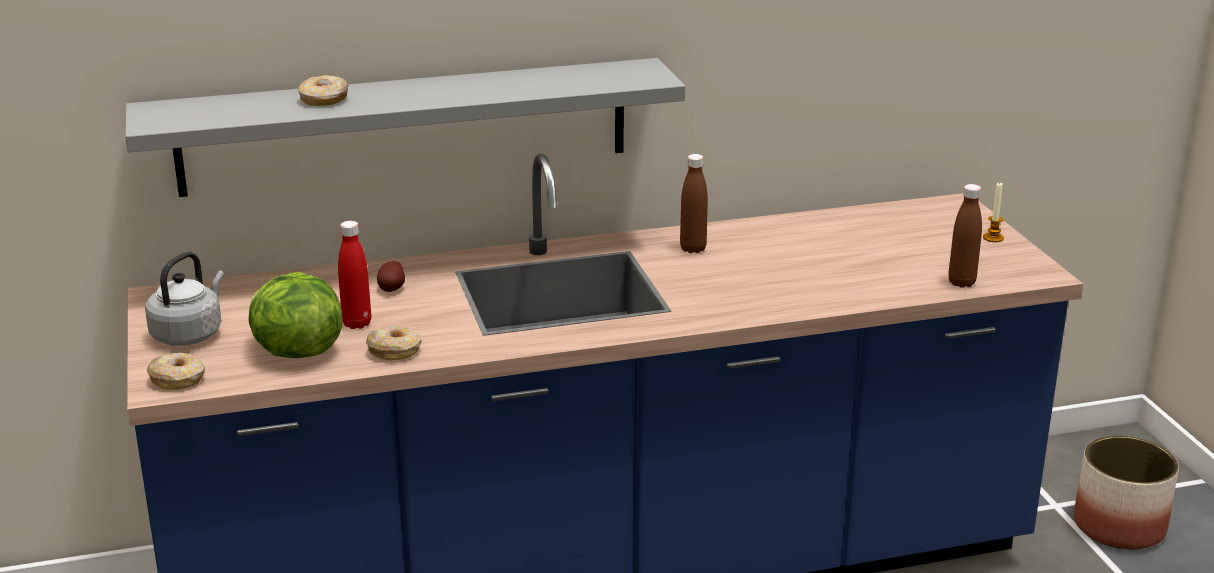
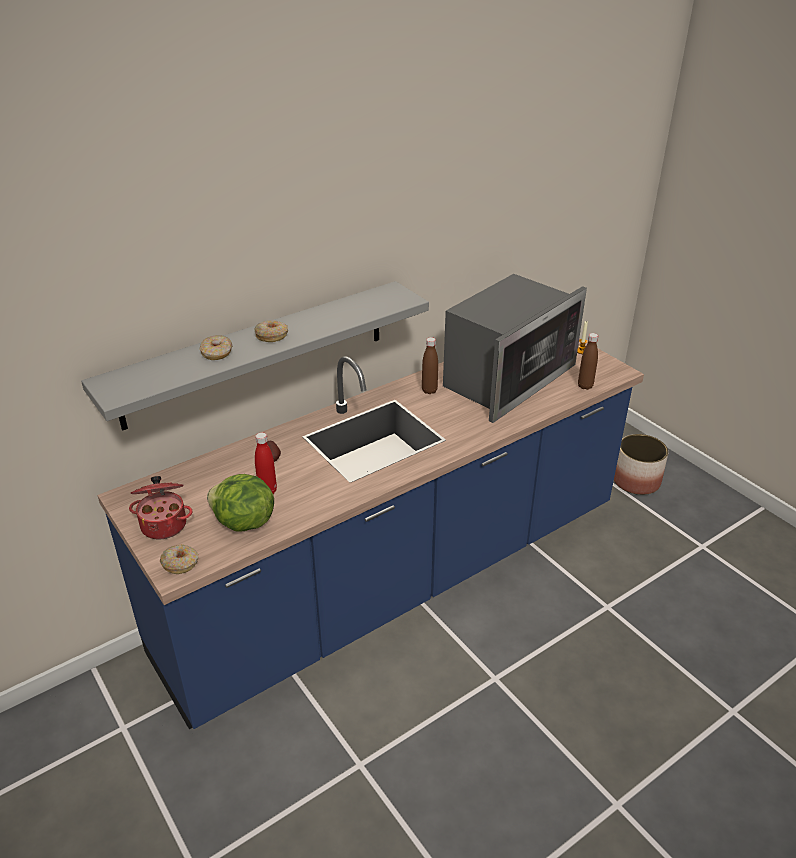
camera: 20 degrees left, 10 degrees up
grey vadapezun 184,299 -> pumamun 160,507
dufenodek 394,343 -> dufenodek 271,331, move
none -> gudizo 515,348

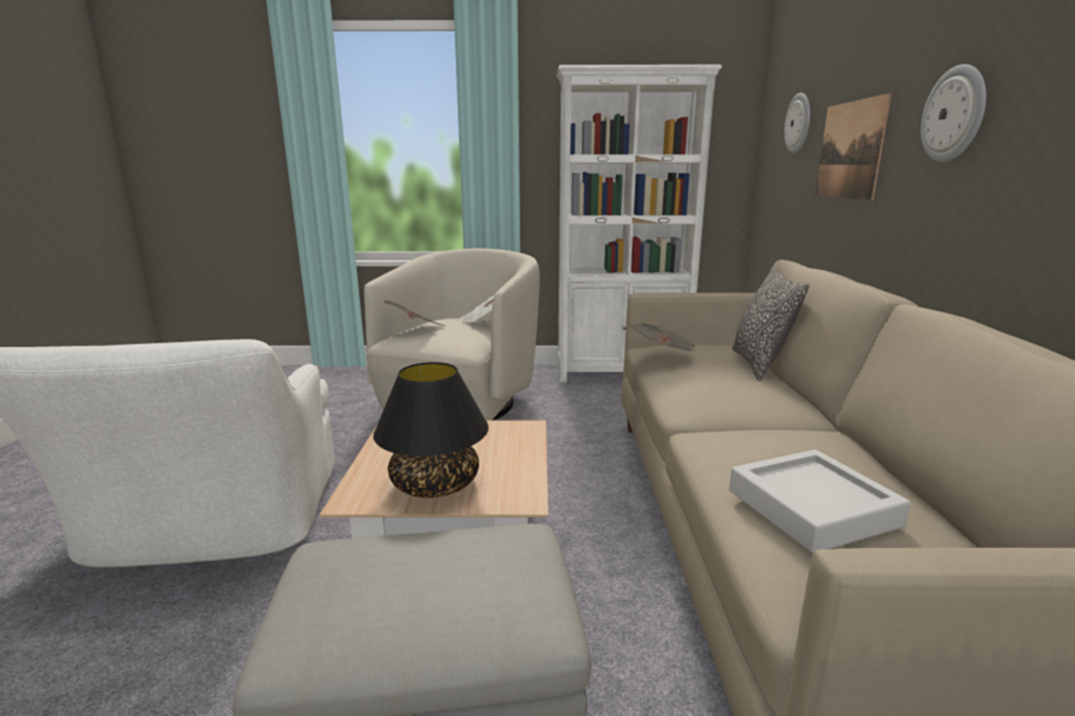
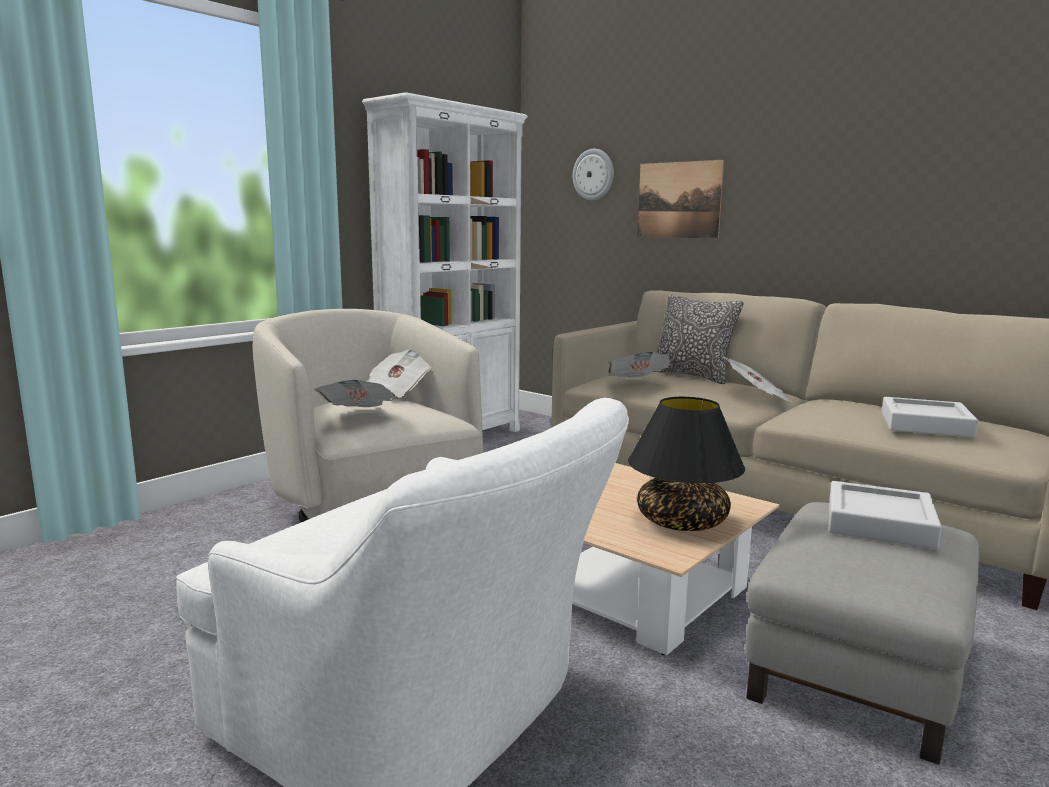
camera: 50 degrees left, 5 degrees down
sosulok 953,113 -> none
none -> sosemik 758,380
none -> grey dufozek 885,515

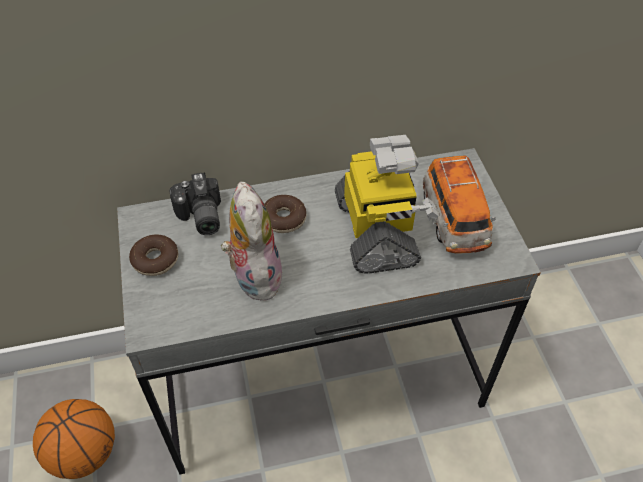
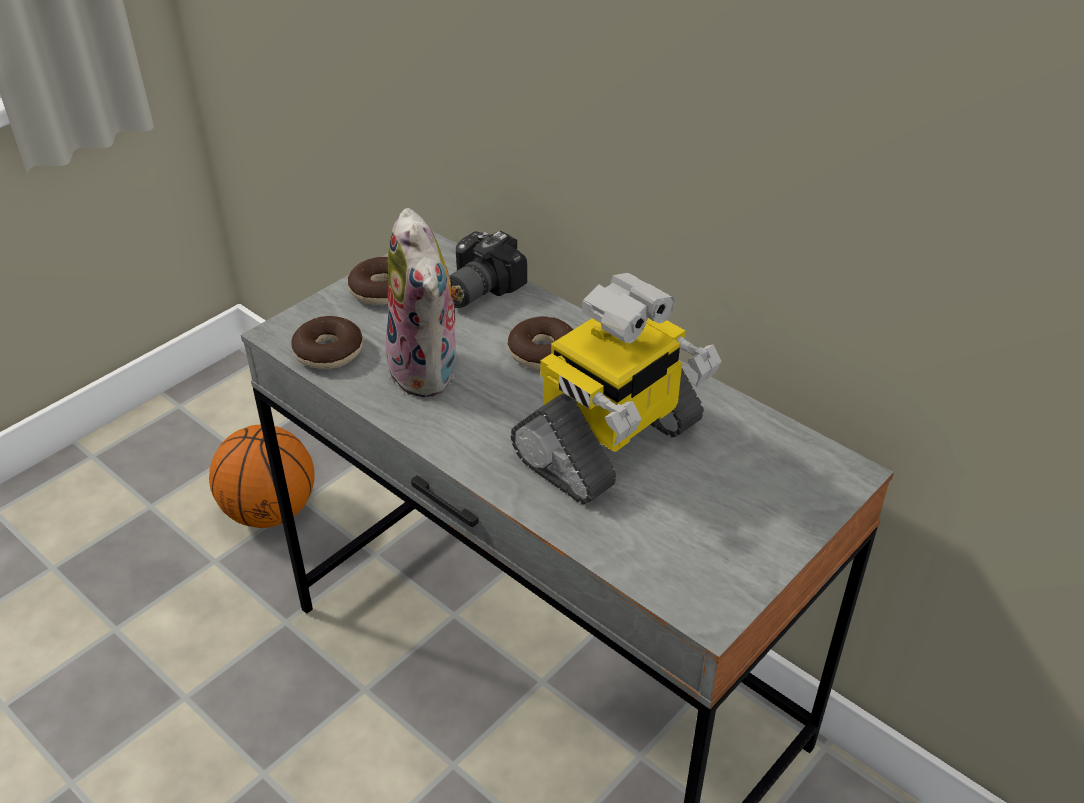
camera: 55 degrees right, 10 degrees down
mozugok 458,204 -> none
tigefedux 251,241 -> tigefedux 425,302, 120 degrees clockwise
none -> dufenodek 327,342

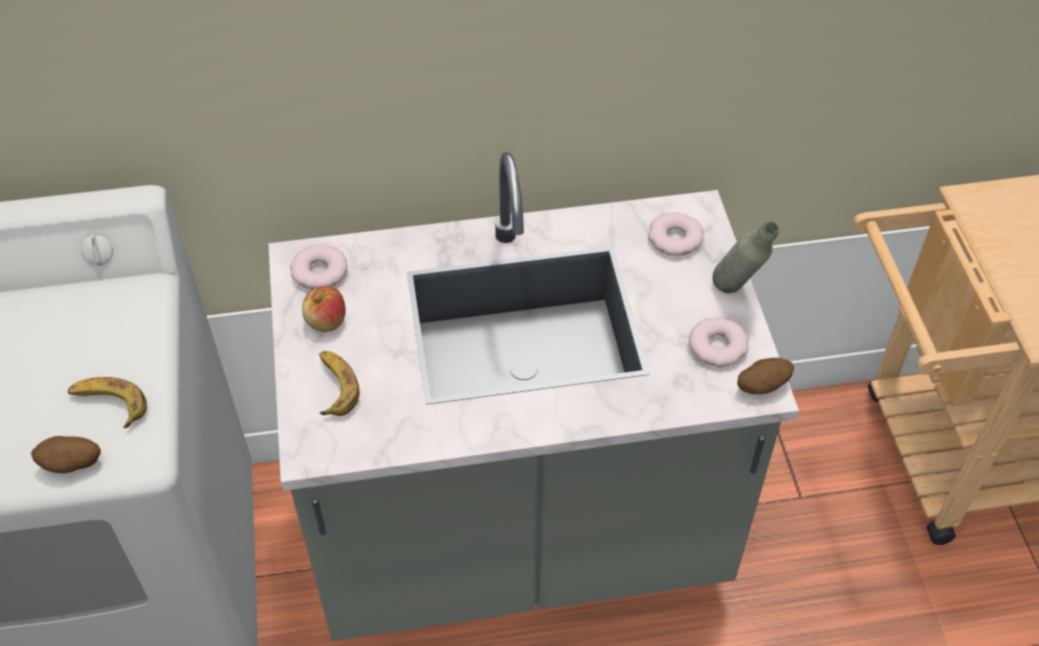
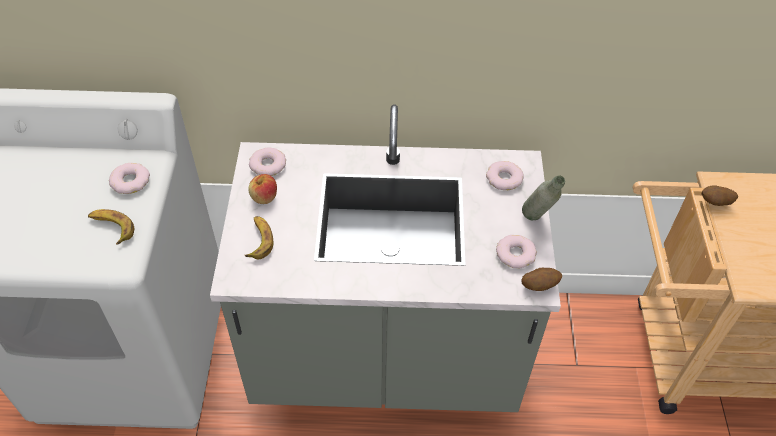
camera: 10 degrees right, 0 degrees up
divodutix 66,454 -> divodutix 720,195, move
none -> dufenodek 129,178

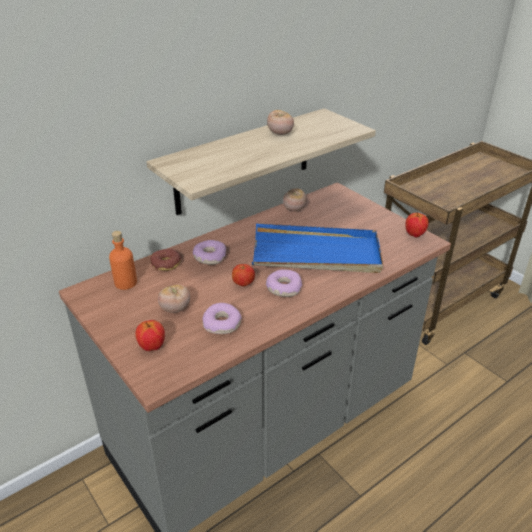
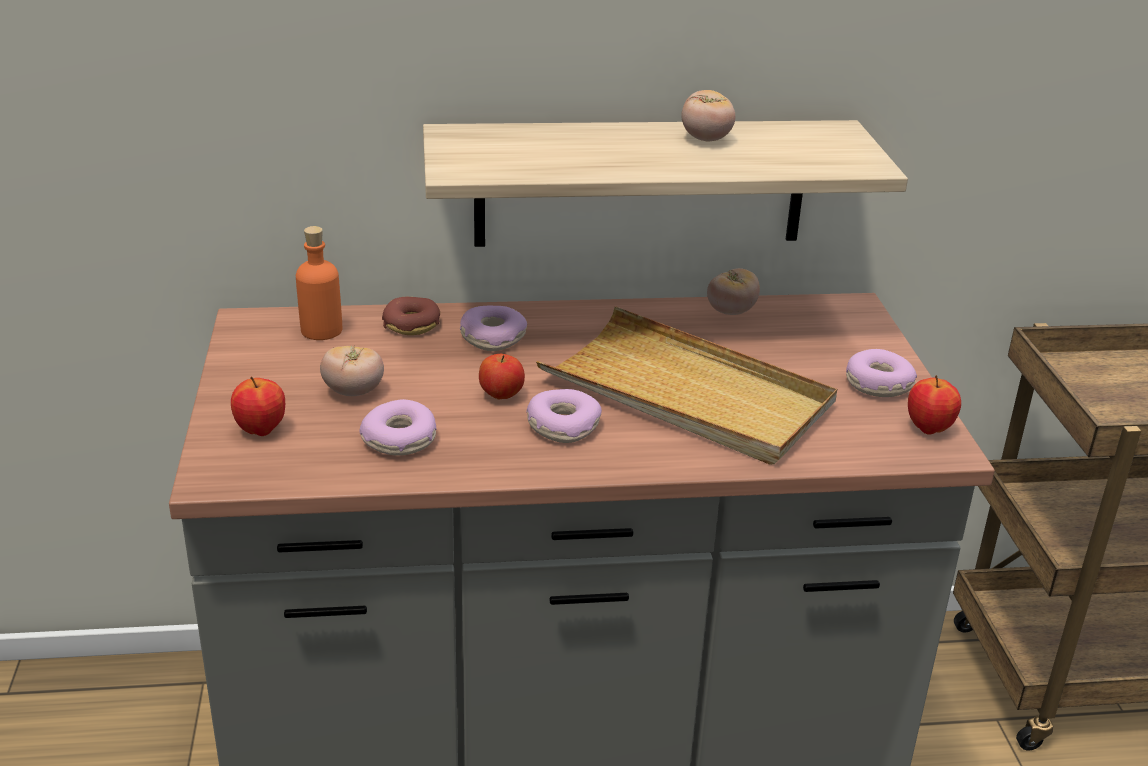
camera: 30 degrees right, 5 degrees down
blue dufozek 317,248 -> beige dufozek 686,385
none -> dufenodek 881,373

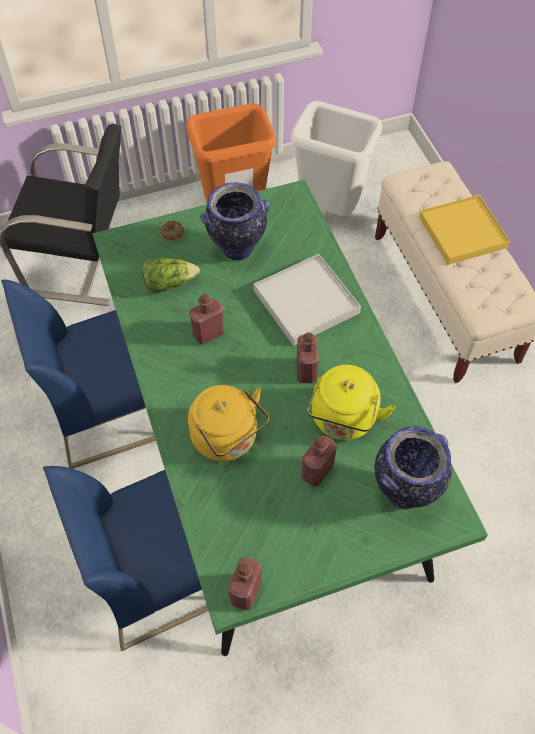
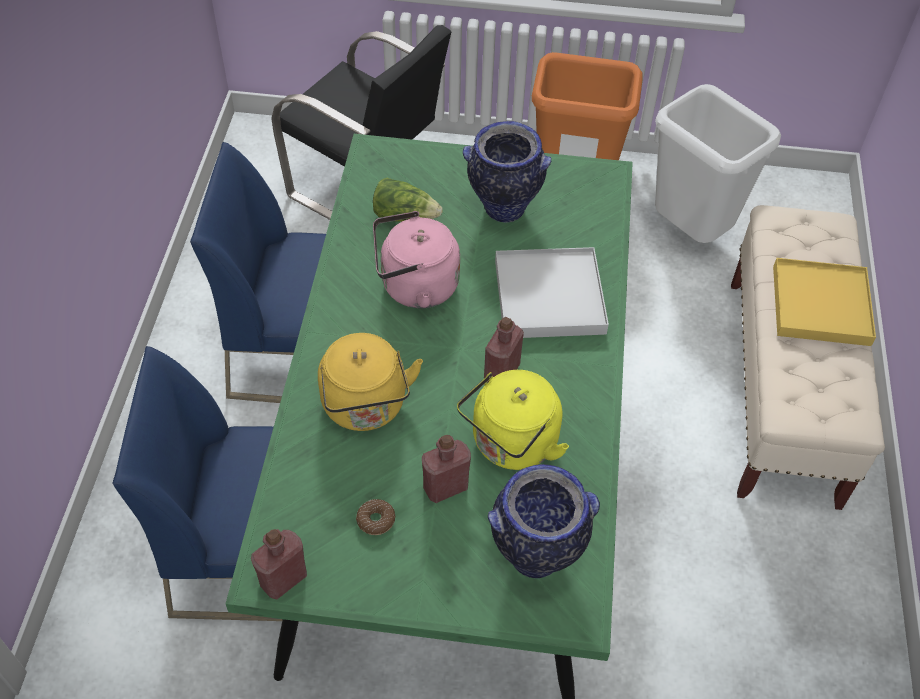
camera: 25 degrees right, 5 degrees down
dufenodek 172,231 -> dufenodek 375,517, move
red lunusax 206,319 -> pink vadapezun 416,260

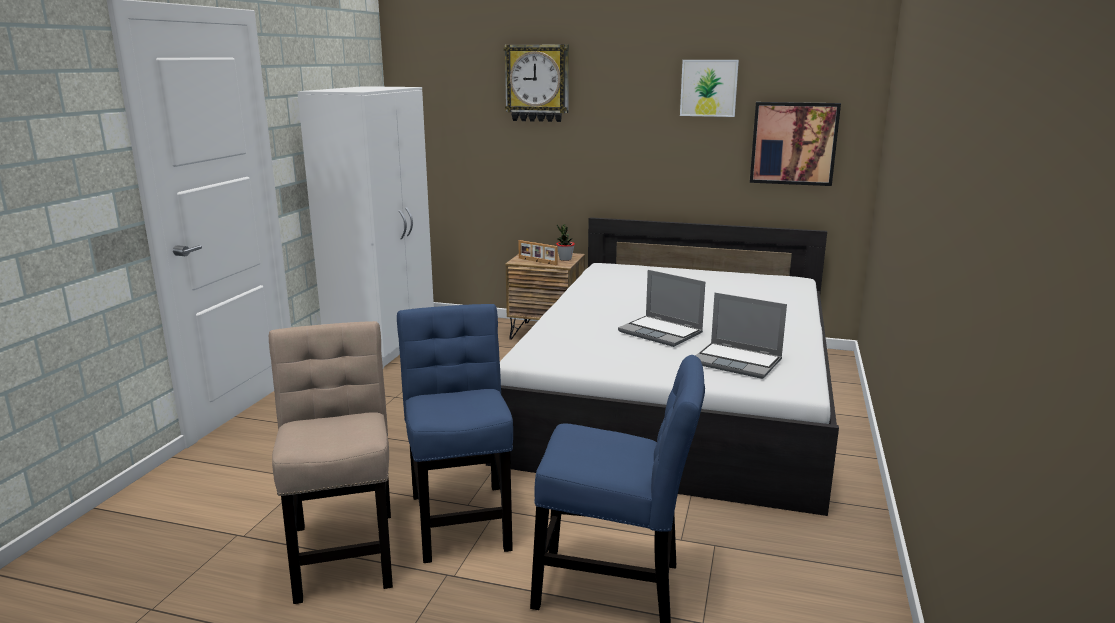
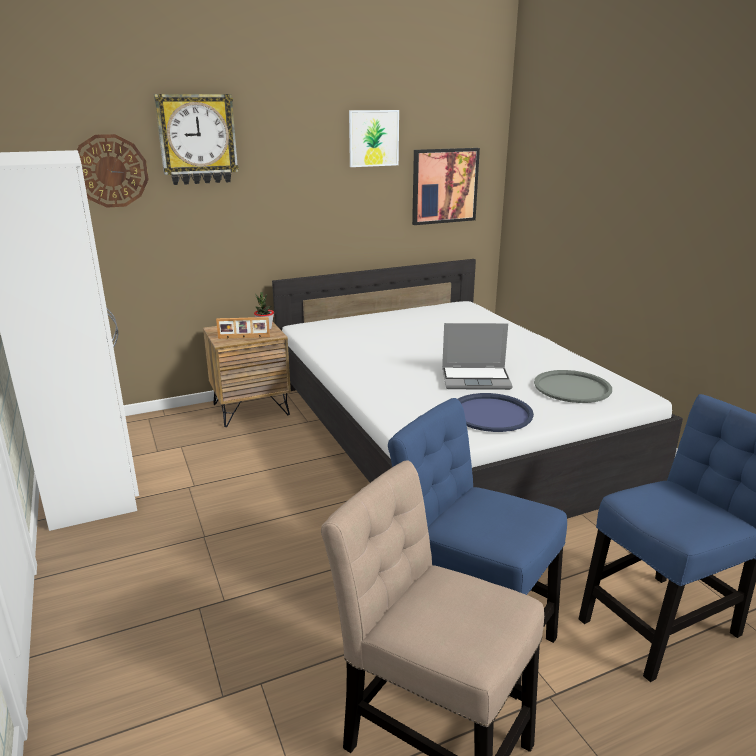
camera: 40 degrees left, 5 degrees up
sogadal 741,336 -> grey dufozek 573,386
none -> sosulok 113,171
none -> blue dufozek 496,412

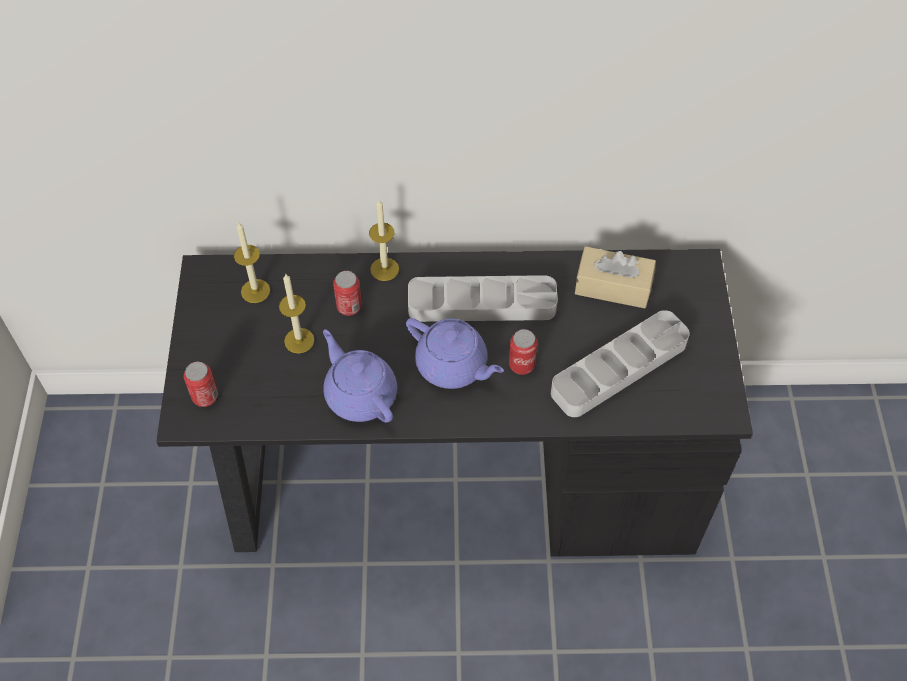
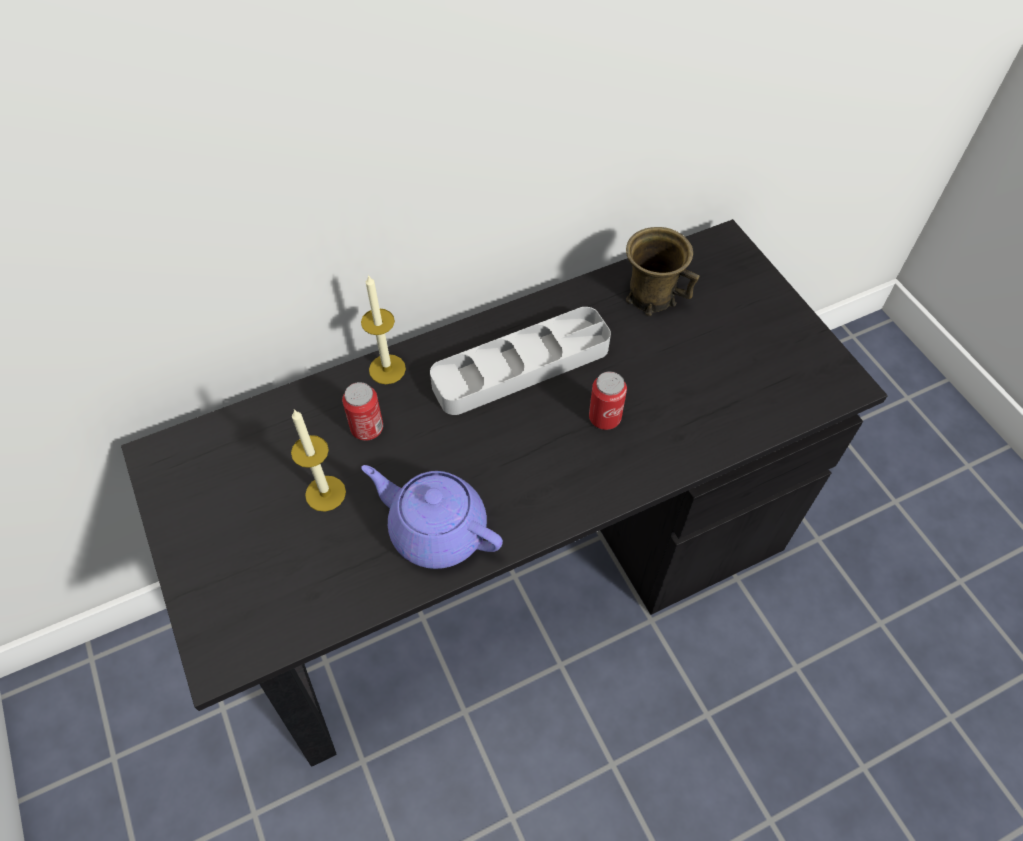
camera: 25 degrees left, 0 degrees up
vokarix 252,262 -> none
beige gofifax 615,277 -> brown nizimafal 662,271
grey dufozek 620,363 -> none
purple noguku 455,353 -> none
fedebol 201,384 -> none

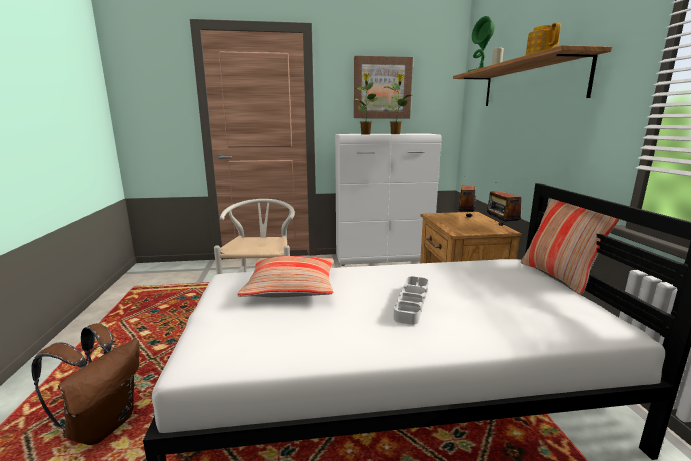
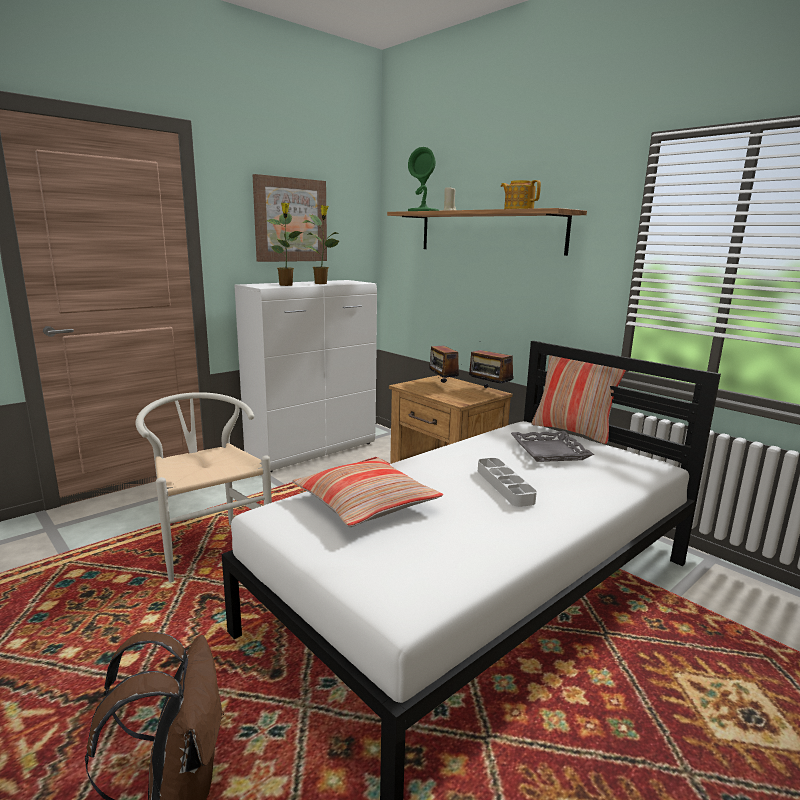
camera: 35 degrees left, 0 degrees up
none -> grey dufozek 552,446

